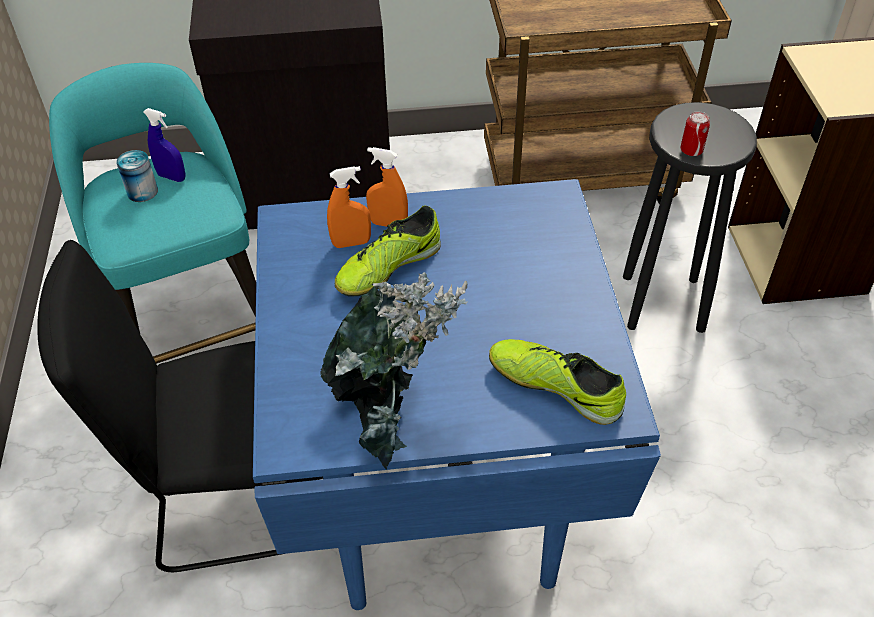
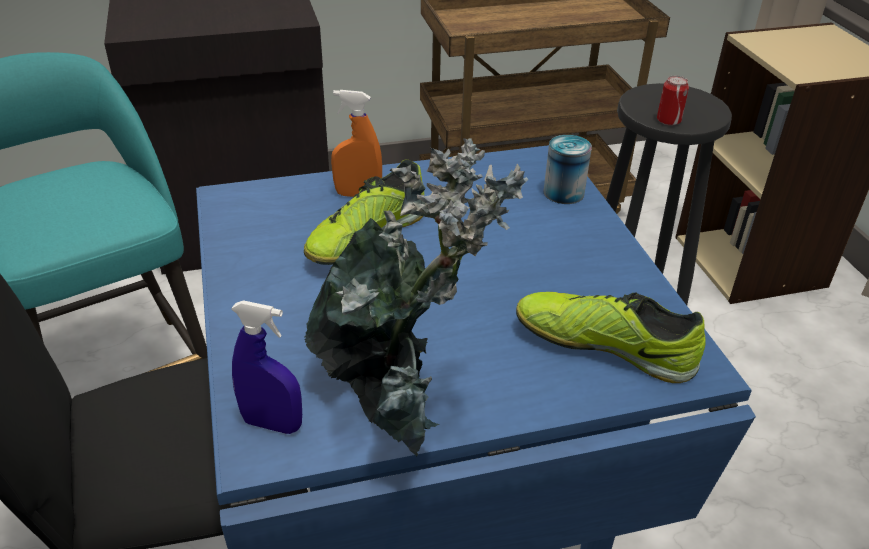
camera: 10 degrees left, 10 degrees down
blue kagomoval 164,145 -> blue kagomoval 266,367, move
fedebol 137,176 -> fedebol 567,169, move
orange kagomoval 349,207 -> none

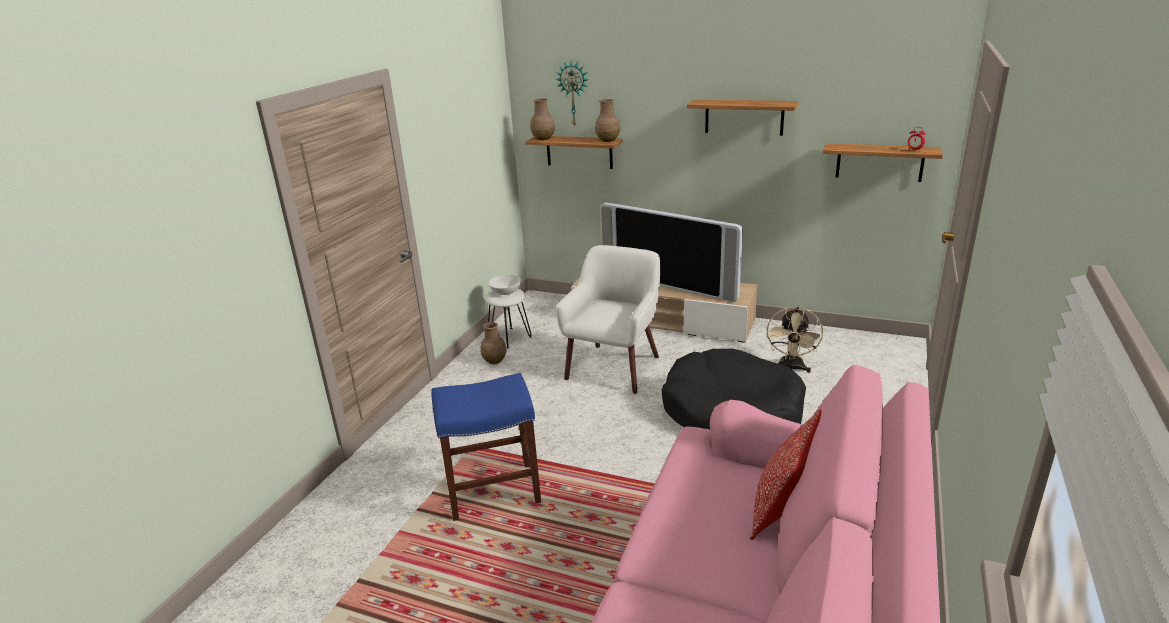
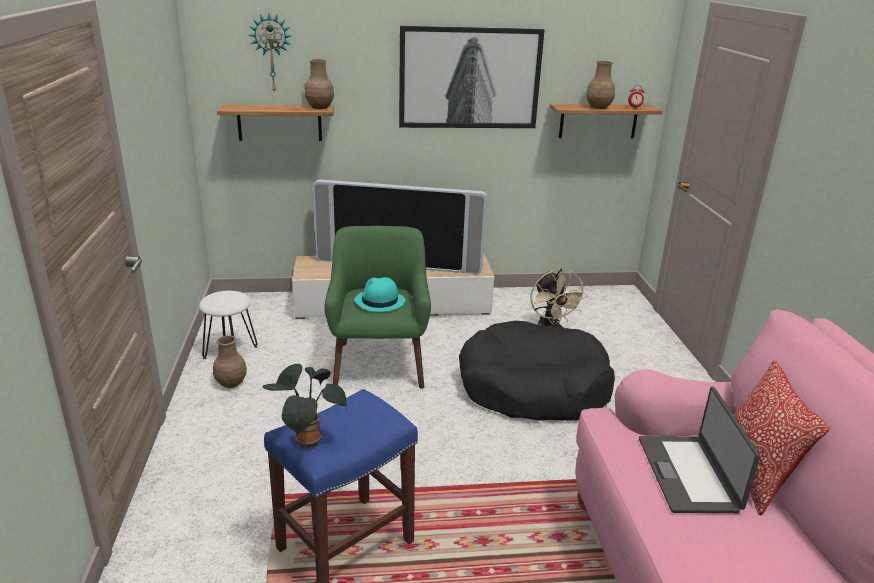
camera: 30 degrees left, 0 degrees up
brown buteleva 542,119 -> brown buteleva 600,85, move
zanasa 743,117 -> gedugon 472,77
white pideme 608,319 -> green pideme 378,307
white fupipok 504,284 -> none
none -> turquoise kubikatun 379,294
none -> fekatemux 304,407
none -> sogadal 700,450

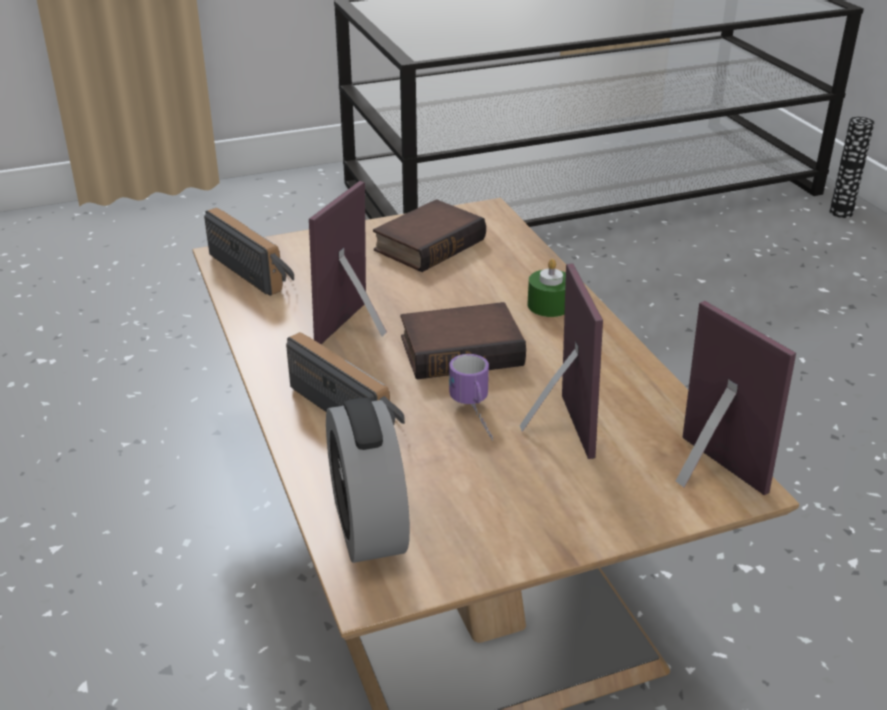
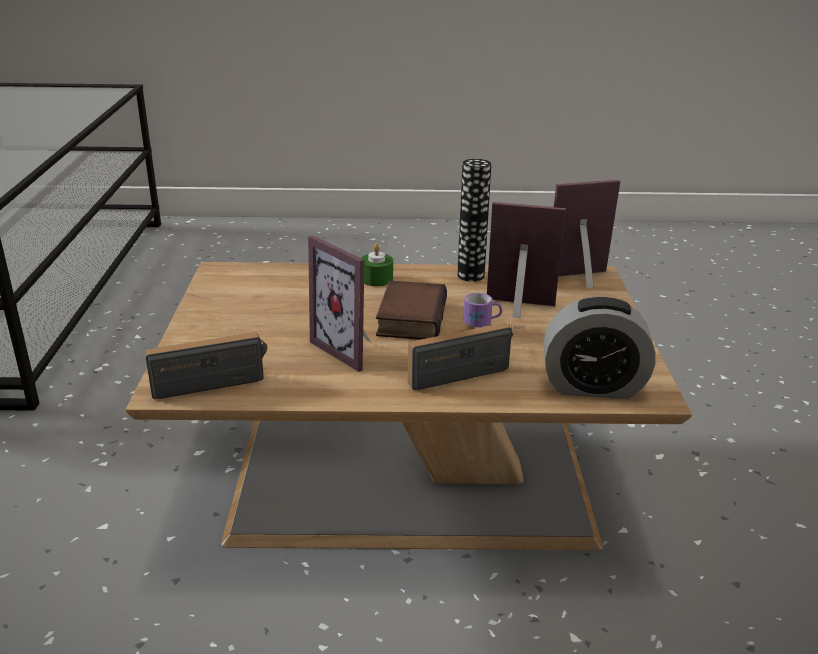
camera: 70 degrees left, 5 degrees down
buteleva 852,167 -> buteleva 474,220, move
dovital 429,235 -> none

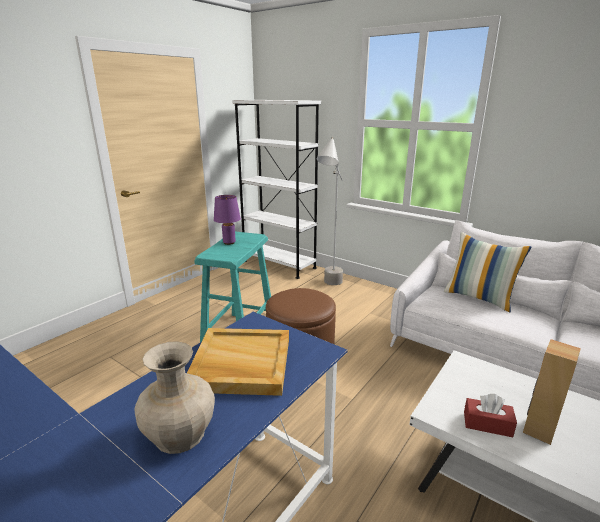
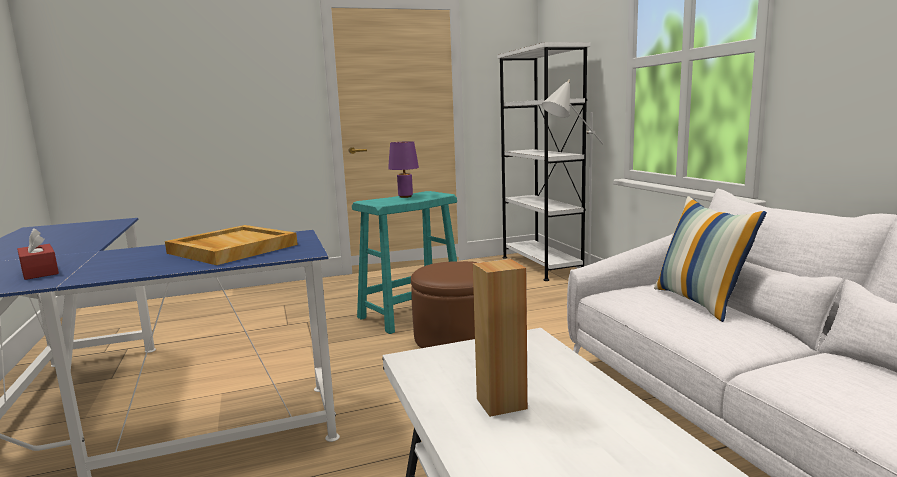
camera: 35 degrees right, 10 degrees down
beige buteleva 174,397 -> none
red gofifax 490,415 -> red gofifax 38,254, move

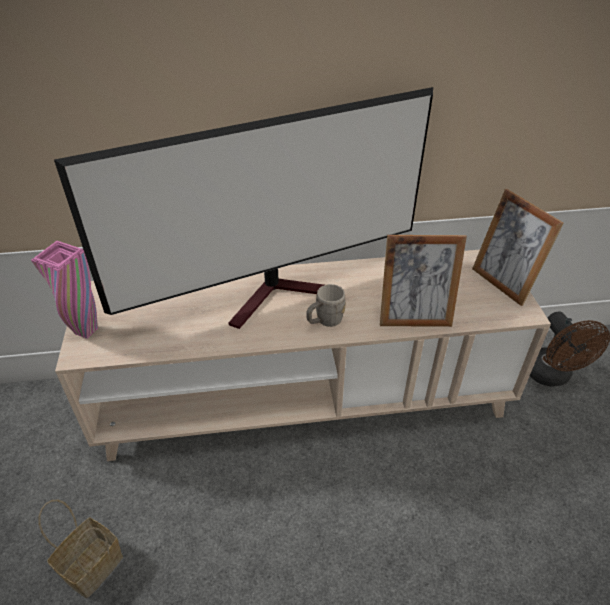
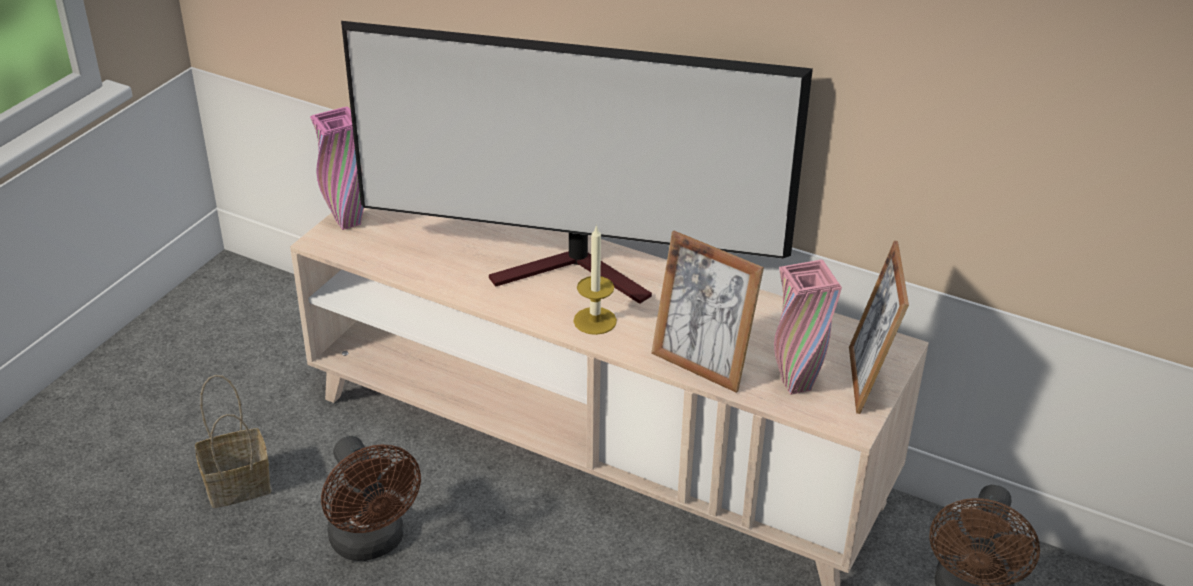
camera: 35 degrees right, 5 degrees down
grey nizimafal 326,305 -> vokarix 595,279
none -> pink buteleva 808,327
none -> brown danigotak 371,498

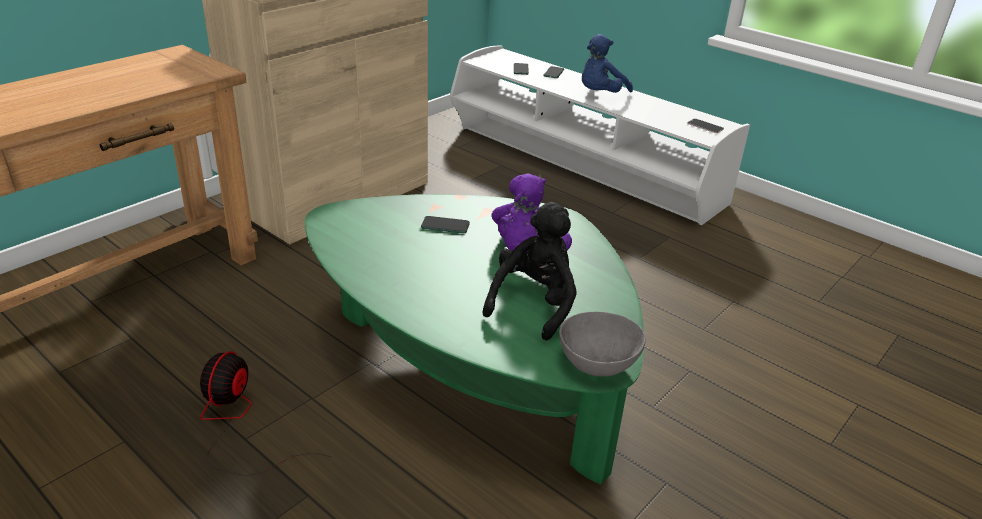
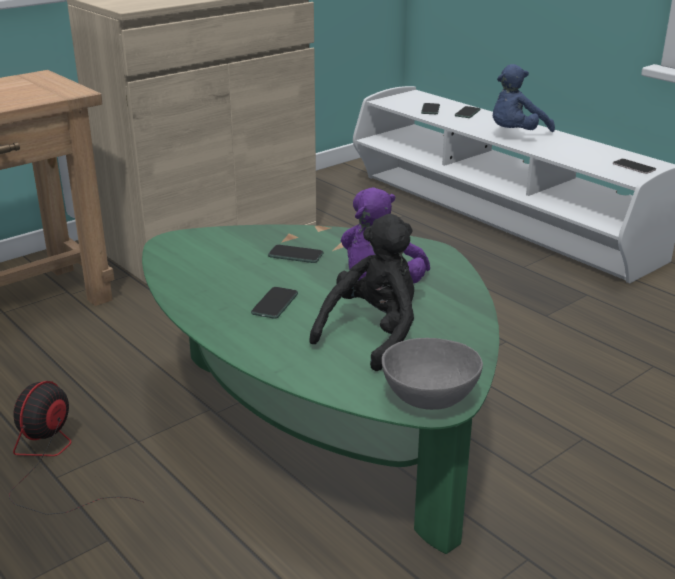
camera: 10 degrees right, 5 degrees down
none -> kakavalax 274,303

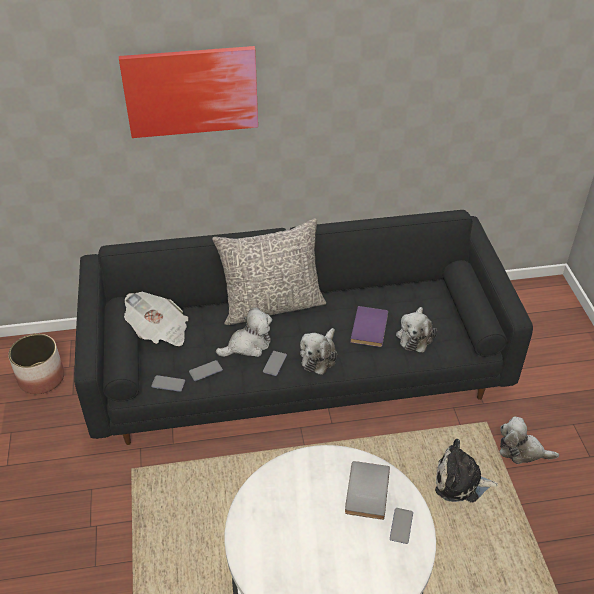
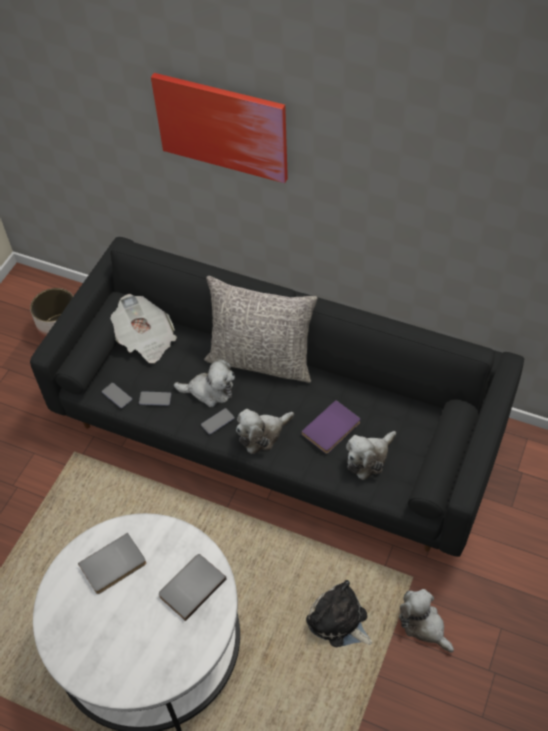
camera: 35 degrees right, 10 degrees up
kakavalax 401,526 -> none
none -> grey dovital 112,563

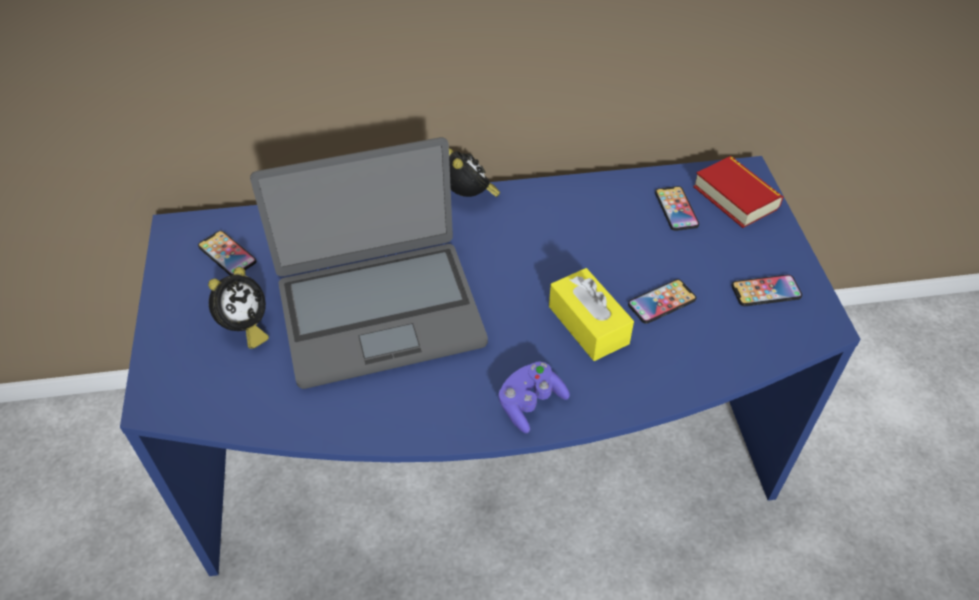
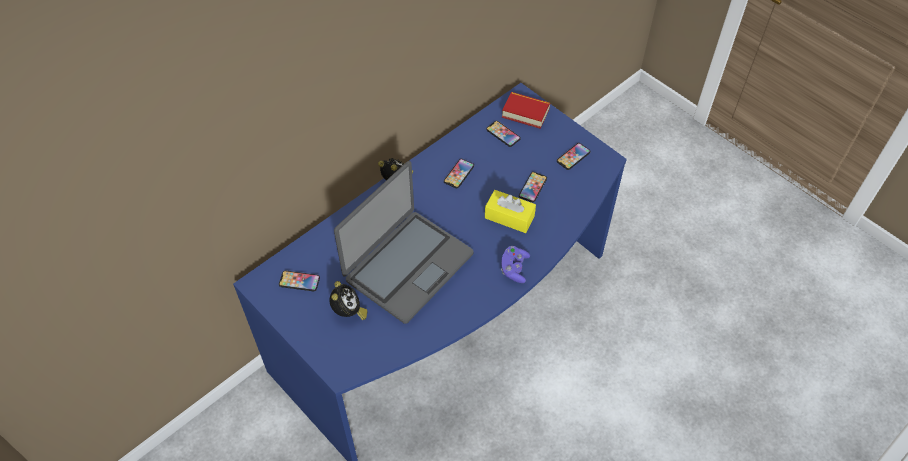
camera: 35 degrees left, 5 degrees up
none -> kakavalax 459,173

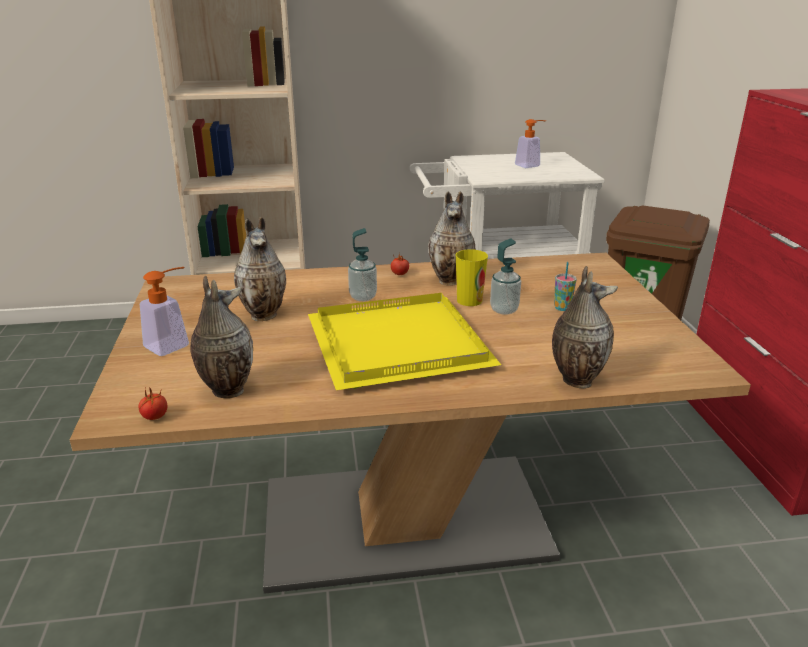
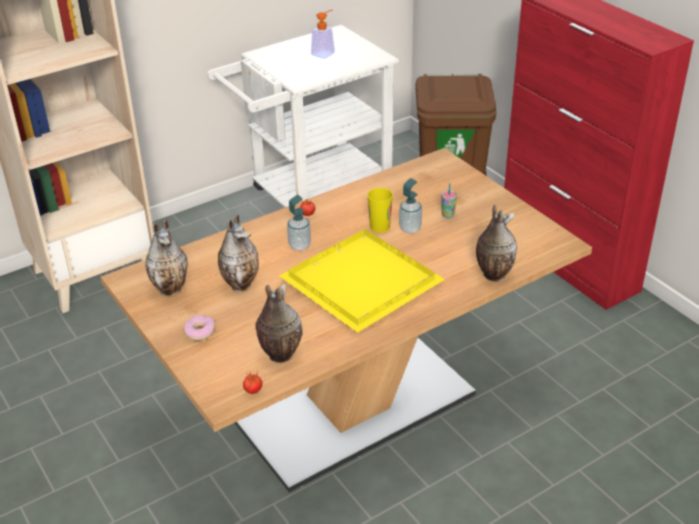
camera: 25 degrees left, 10 degrees up
buteleva 451,238 -> buteleva 166,258, move
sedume 164,311 -> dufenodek 200,328

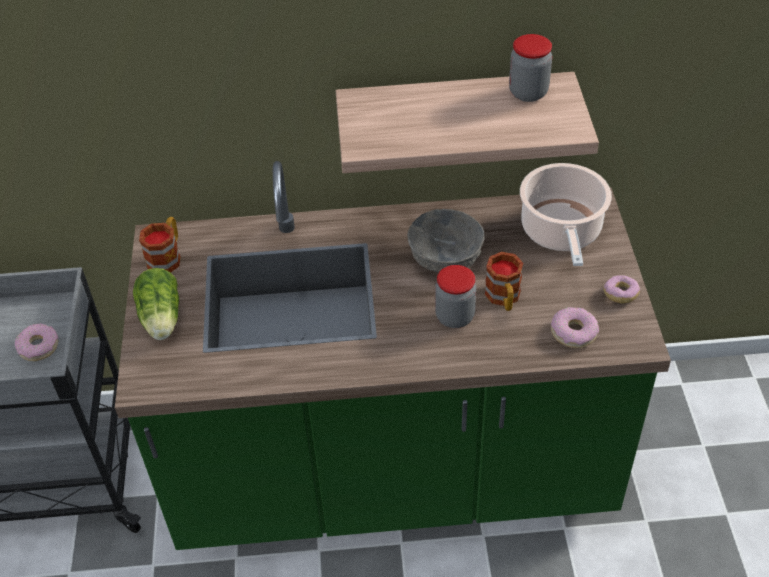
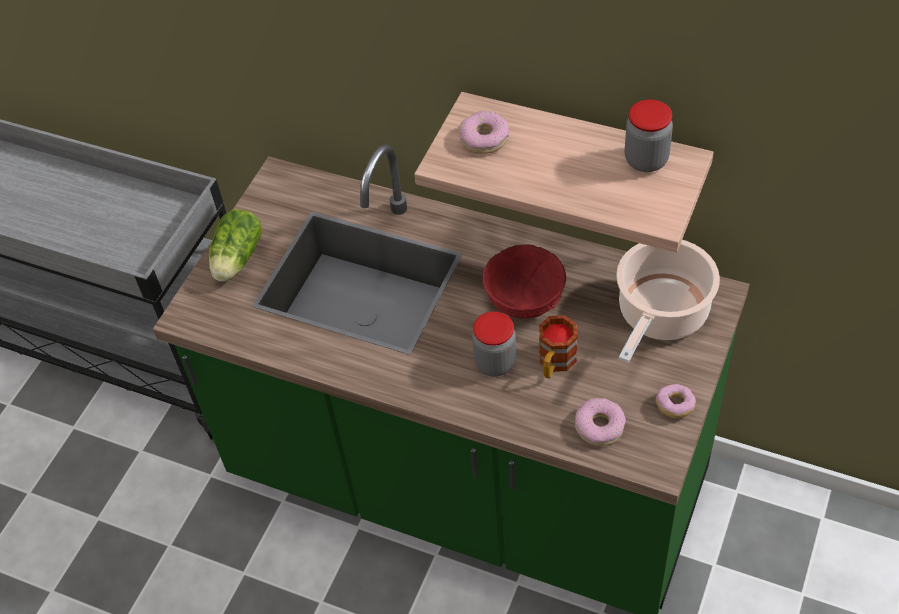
camera: 30 degrees right, 5 degrees up
grey fupipok 446,241 -> red fupipok 524,281
nizimafal 159,245 -> none
dufenodek 36,342 -> dufenodek 484,132, move

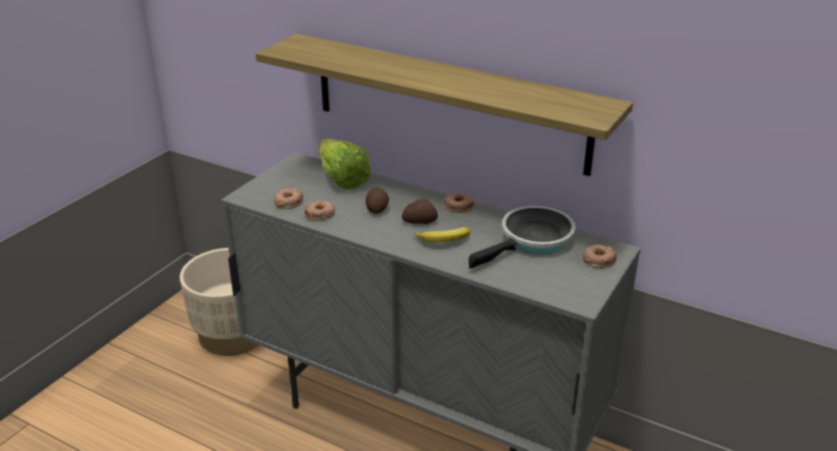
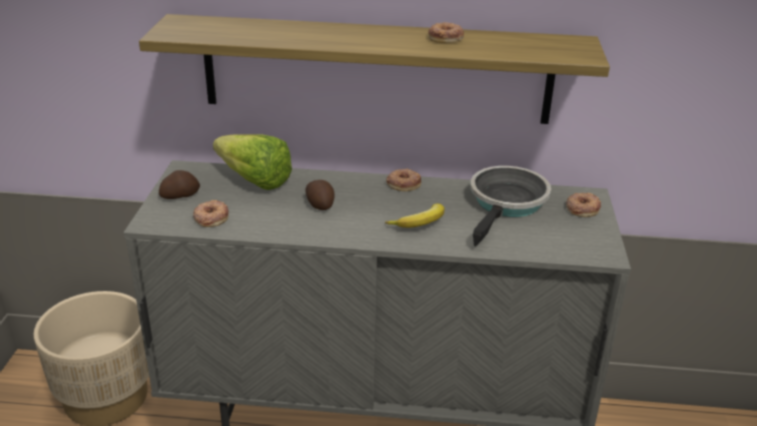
camera: 25 degrees left, 0 degrees up
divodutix 420,212 -> divodutix 179,184, move
dufenodek 320,210 -> dufenodek 446,32, move

